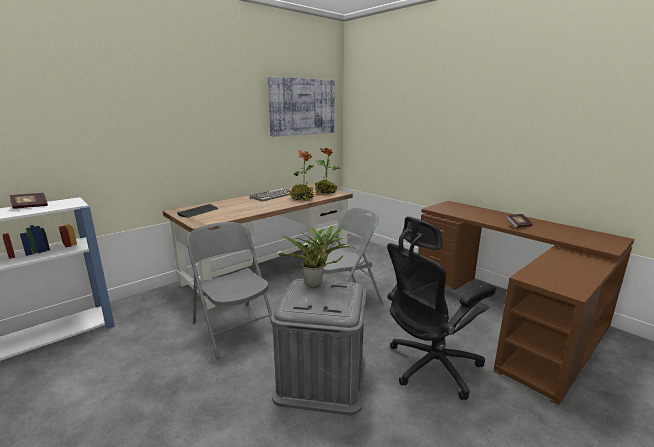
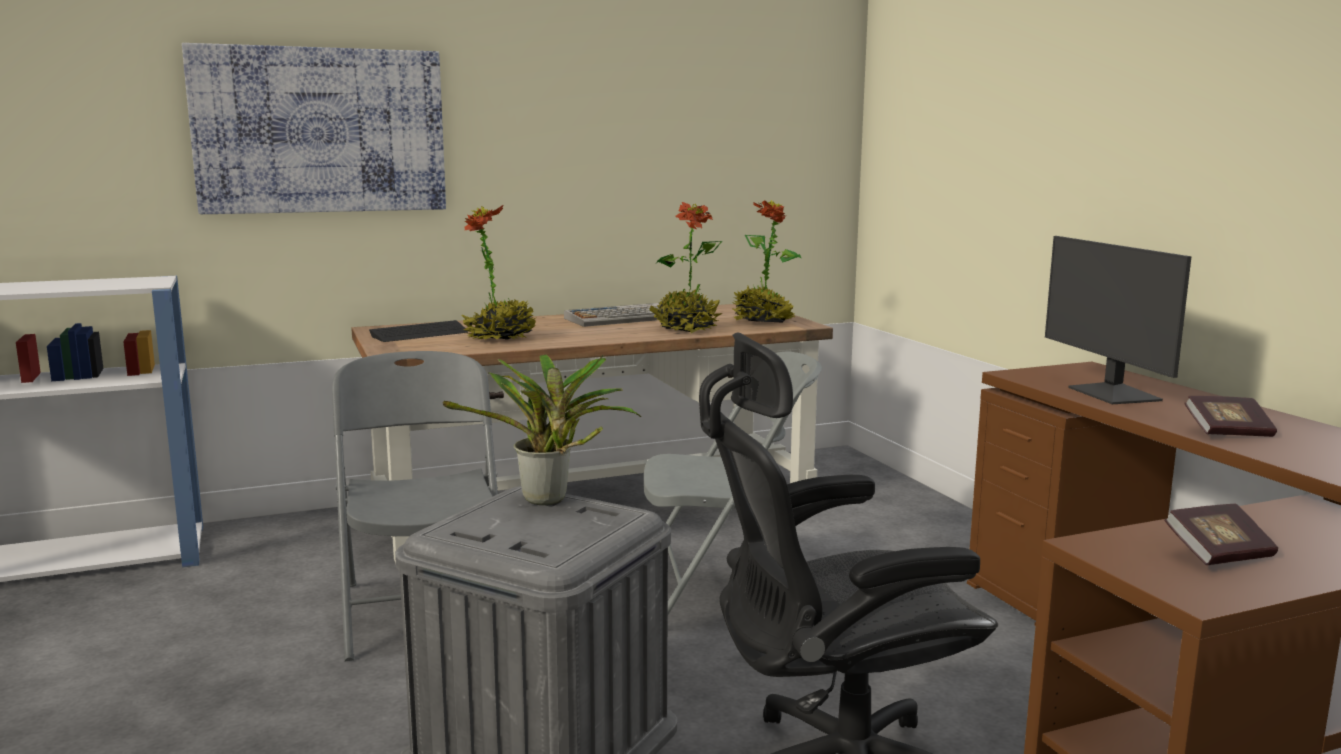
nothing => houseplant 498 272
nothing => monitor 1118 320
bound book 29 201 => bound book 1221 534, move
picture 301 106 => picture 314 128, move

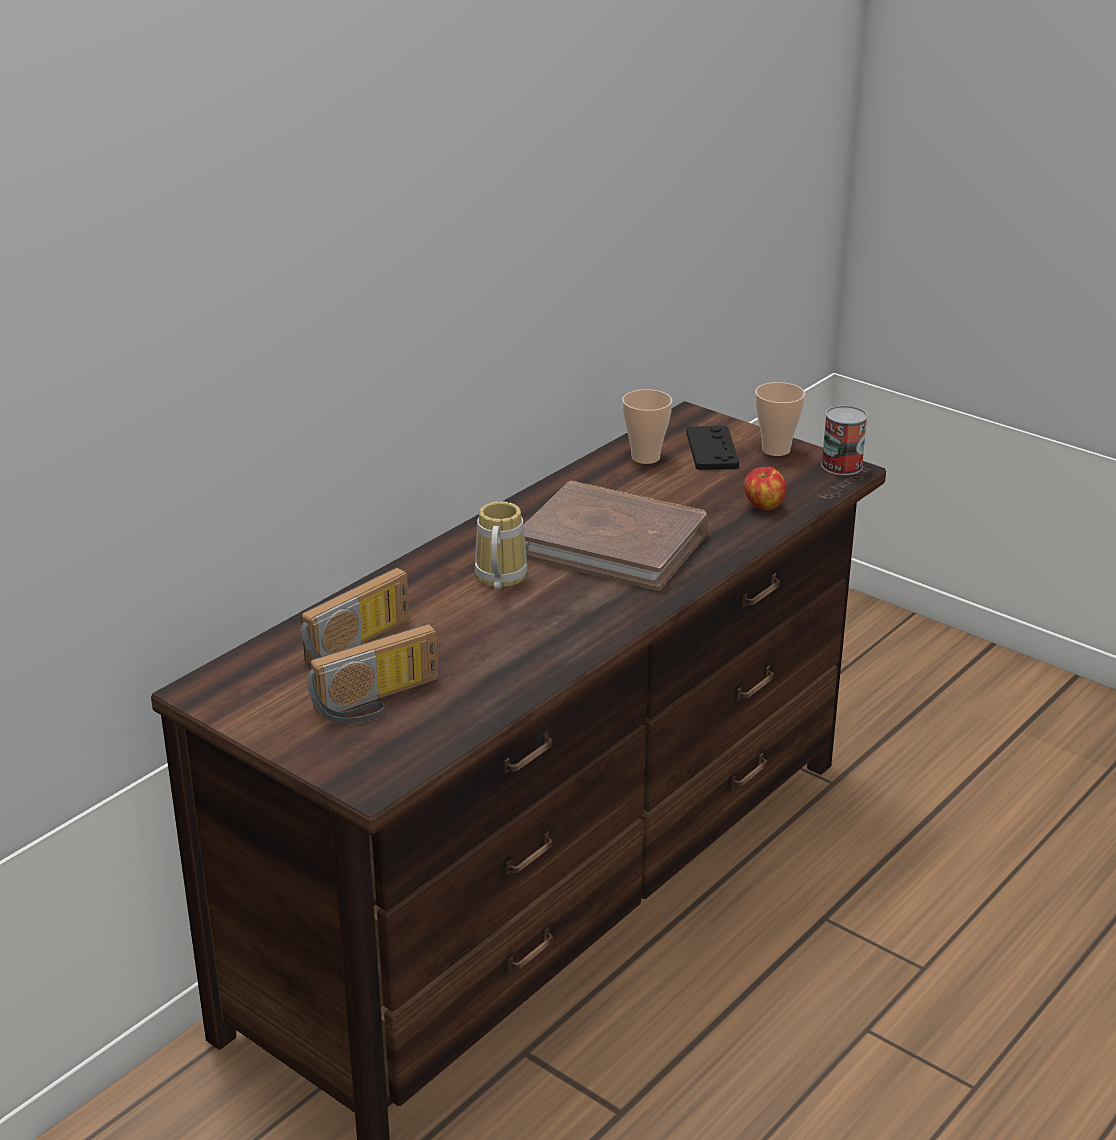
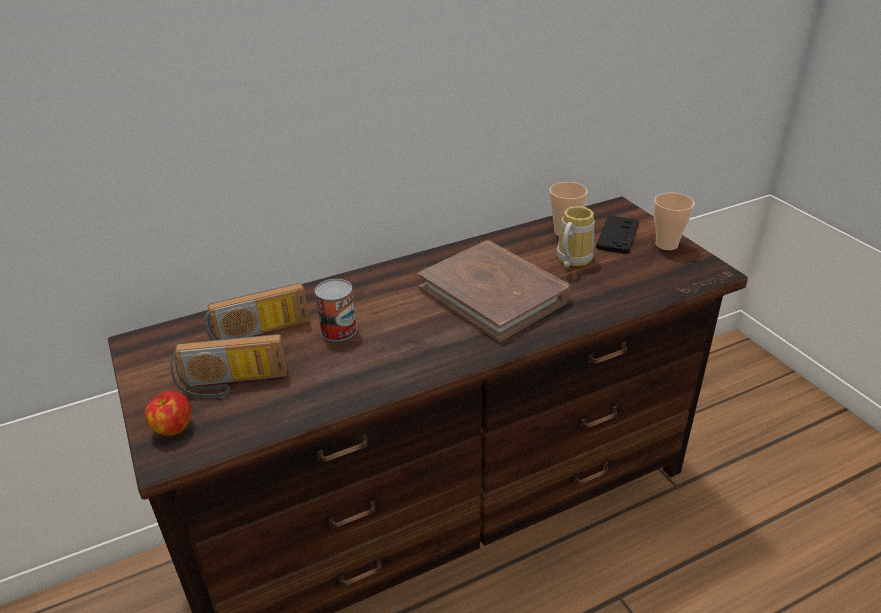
coffee mug 501 545 => coffee mug 576 236, move
apple 765 488 => apple 168 413, move
sealed can 844 440 => sealed can 336 310, move

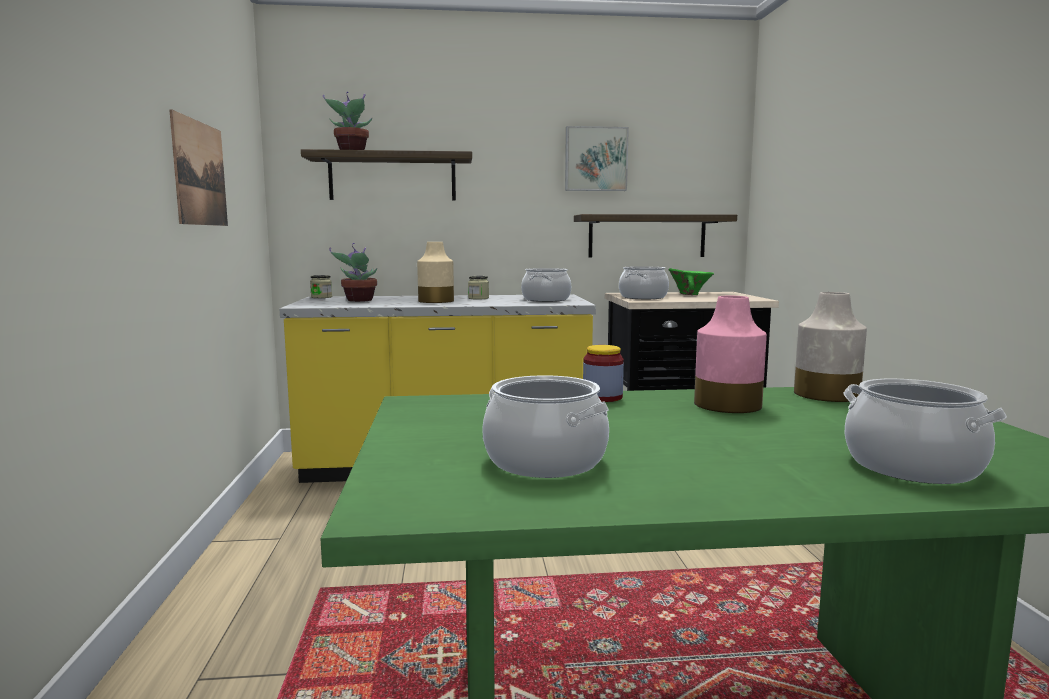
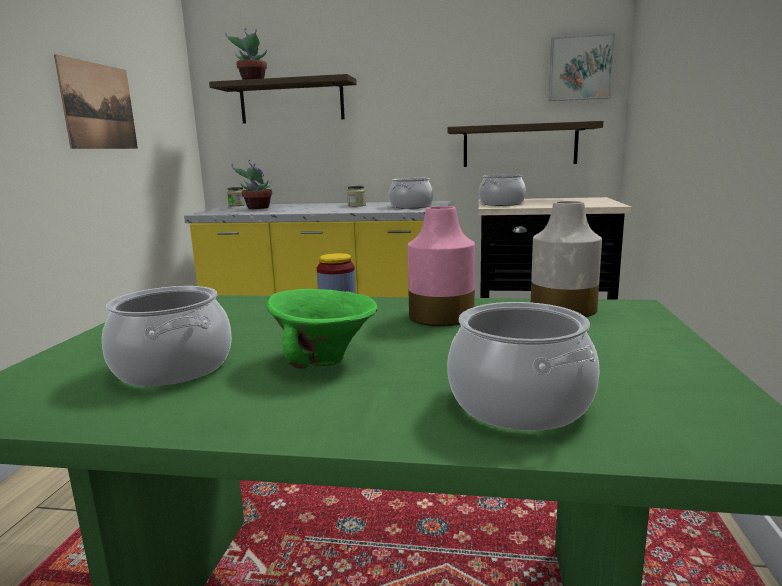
beige-coloured decorative vase 435 272 => nothing
picture 597 158 => picture 582 67, move
greenish serving bowl 691 281 => greenish serving bowl 322 329, move

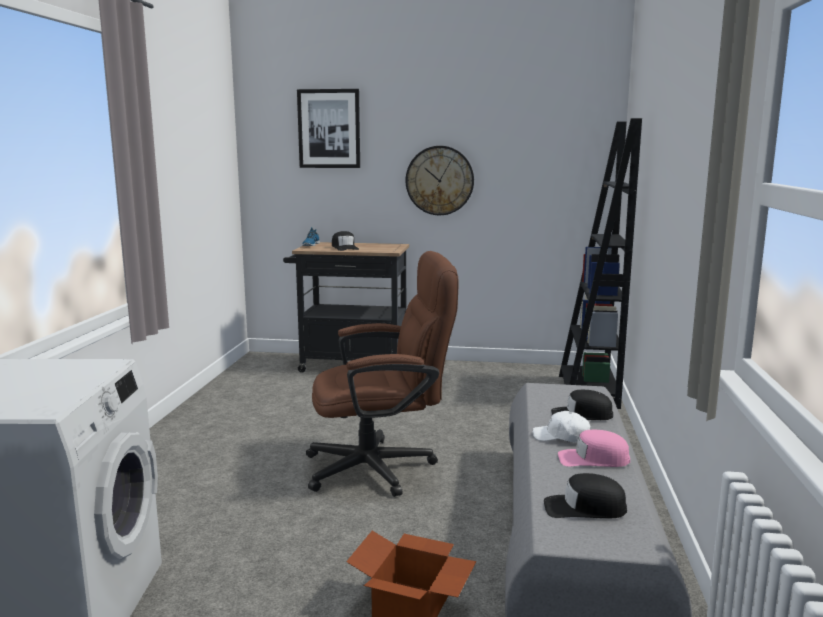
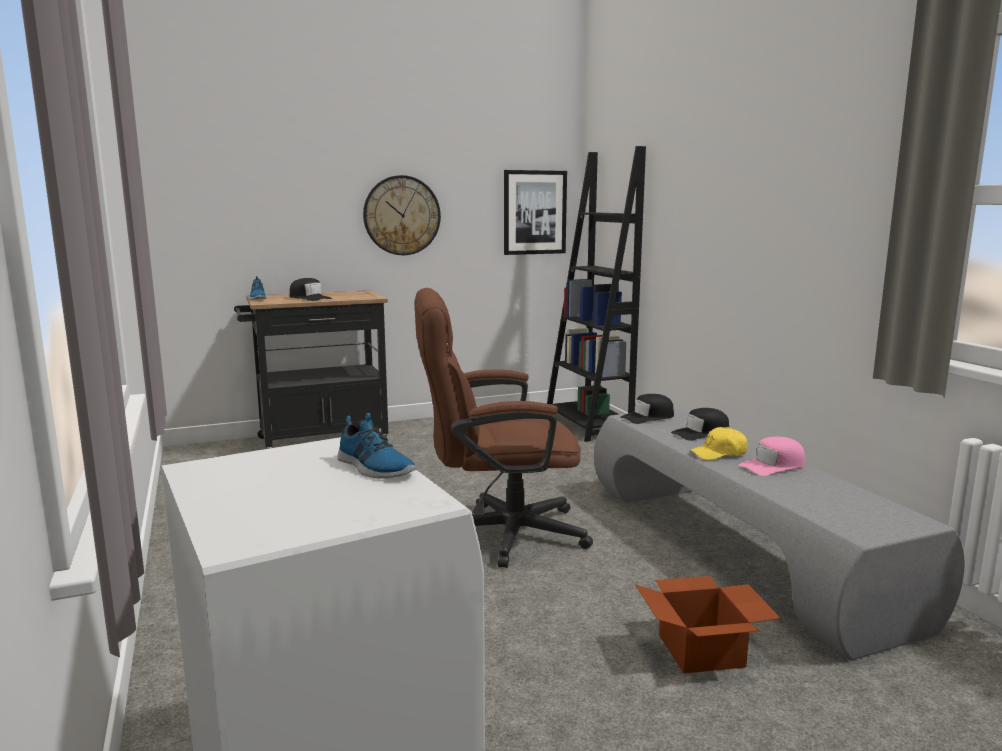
nothing => item of footwear 377 445
picture 328 128 => picture 535 212, move
black-coloured cap 585 495 => black-coloured cap 647 409, move
whitish cap 561 427 => yellowish cap 719 443
brown office chair 382 374 => brown office chair 504 428, 150 degrees counterclockwise

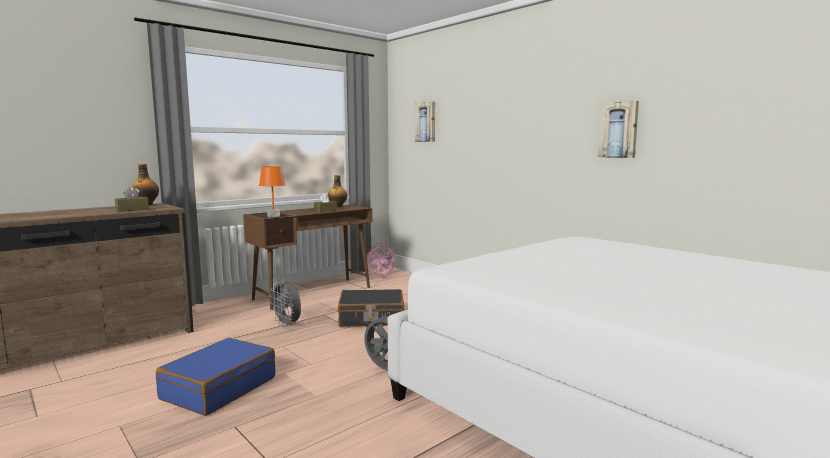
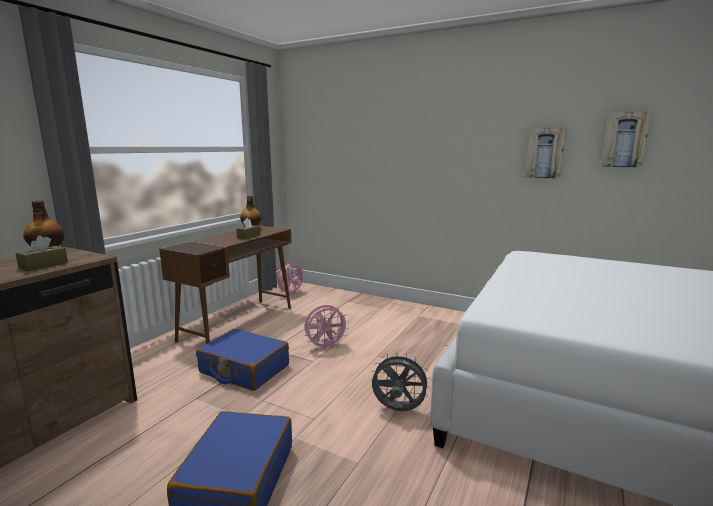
orangey tabletop lamp 272 191 => nothing
picture 425 121 => picture 626 139, move
gray electric fan 285 303 => blue-coloured piece of luggage 242 360
black-coloured piece of luggage 371 308 => pink-coloured electric fan 327 327

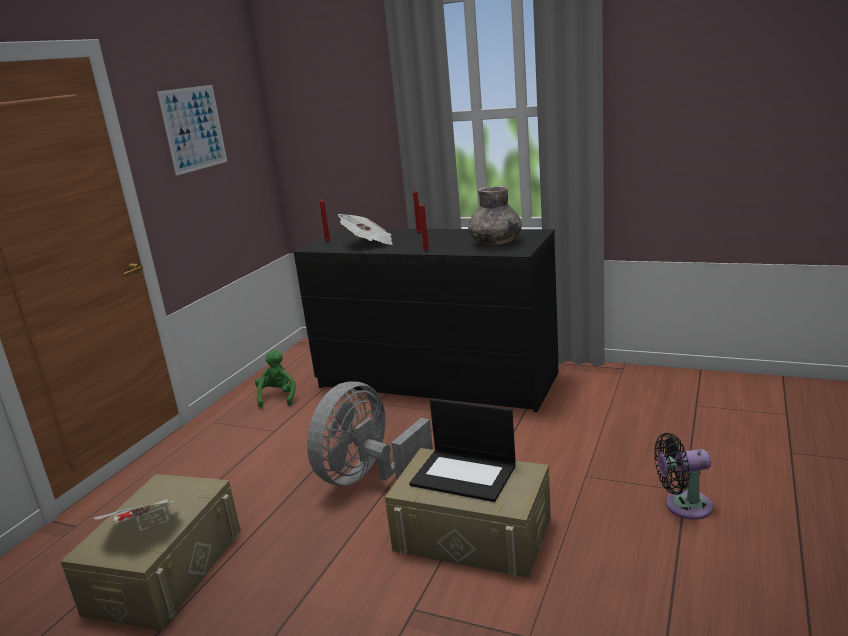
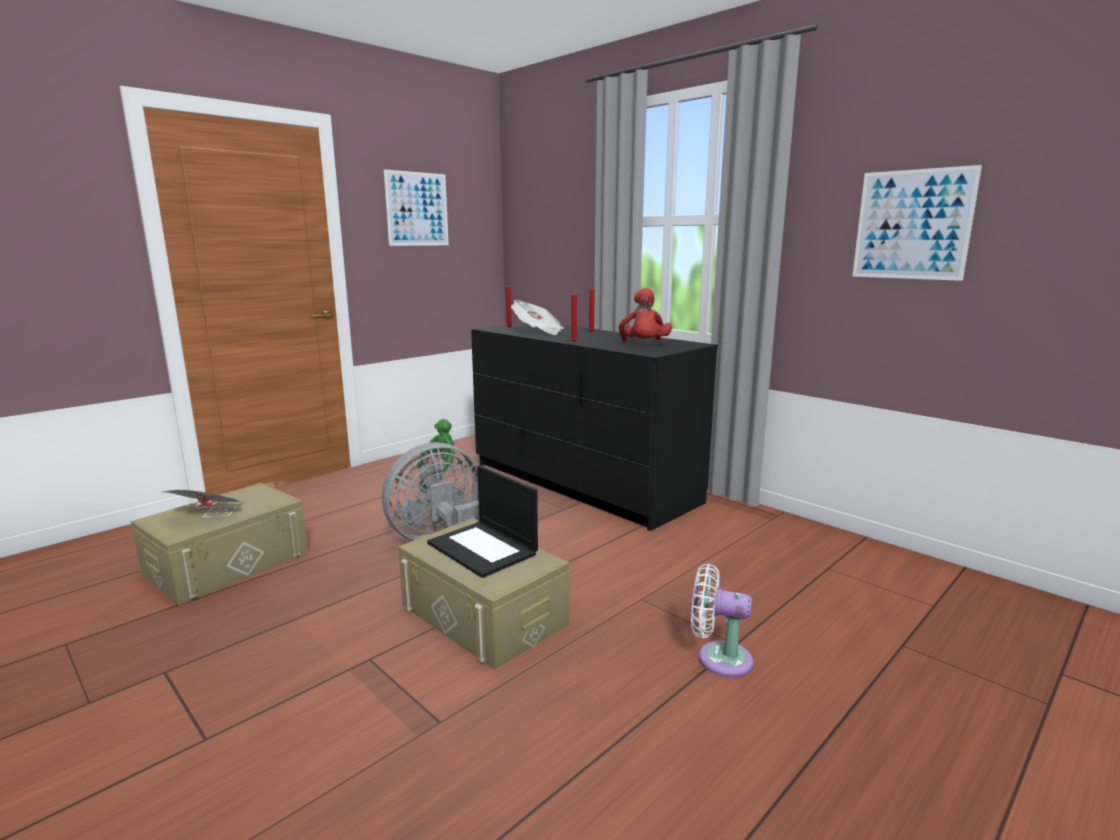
nothing => picture 917 223
gray decorative vase 495 215 => reddish soft toy 645 315
black-coloured electric fan 683 476 => whitish electric fan 722 620

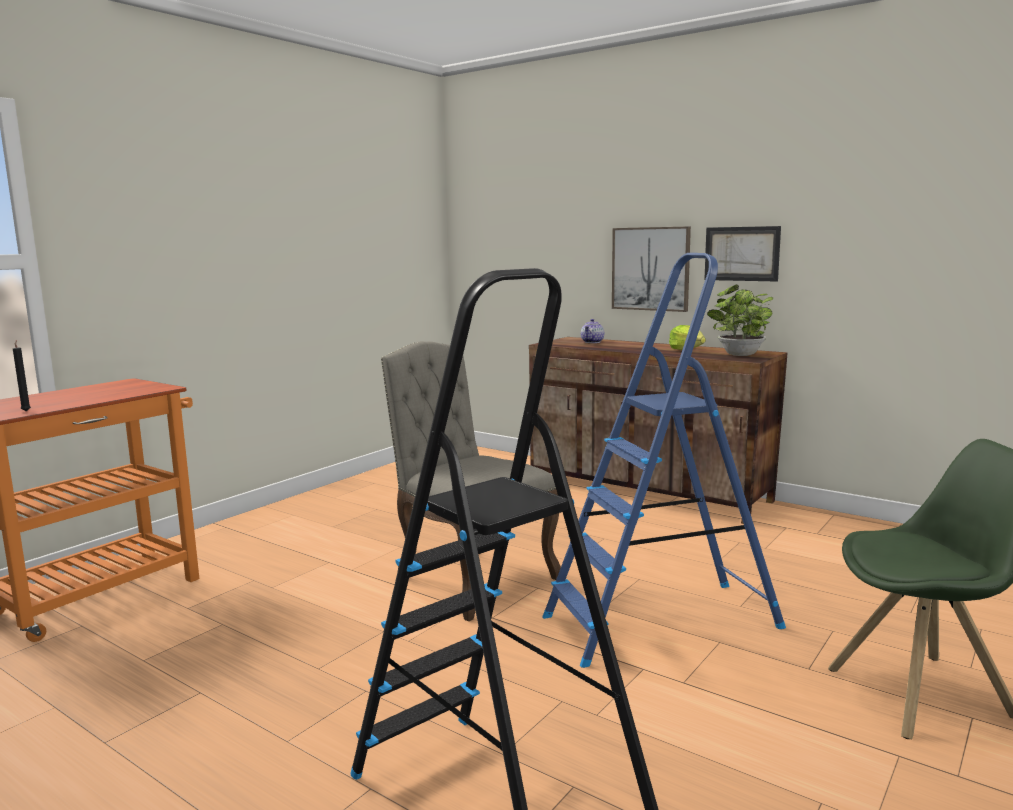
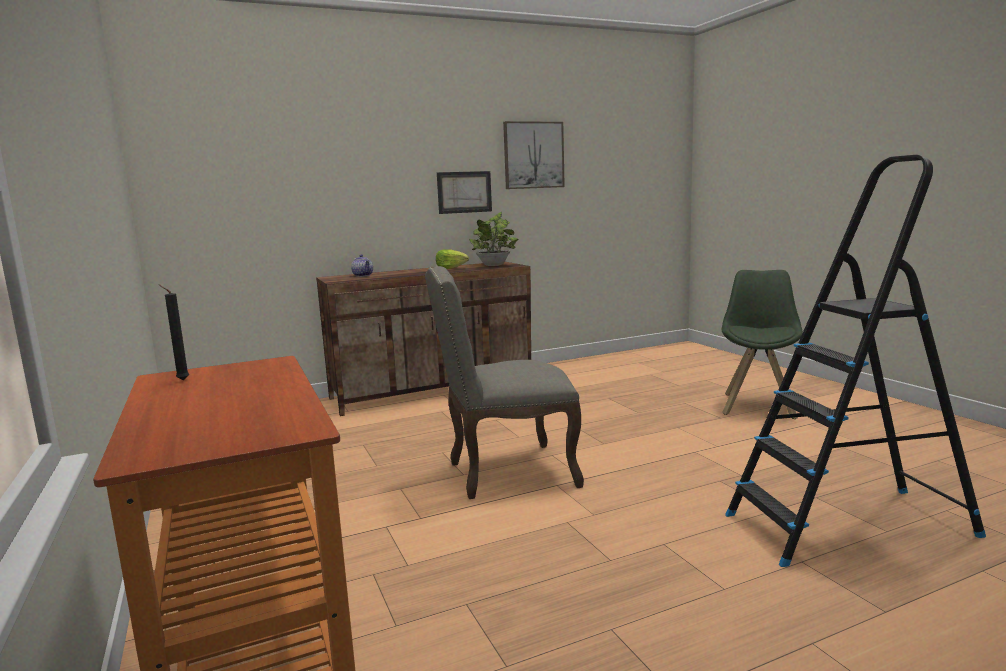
blue-coloured stepladder 664 460 => nothing
black-coloured wax candle 22 376 => black-coloured wax candle 174 333, move
picture 651 269 => picture 534 155, move

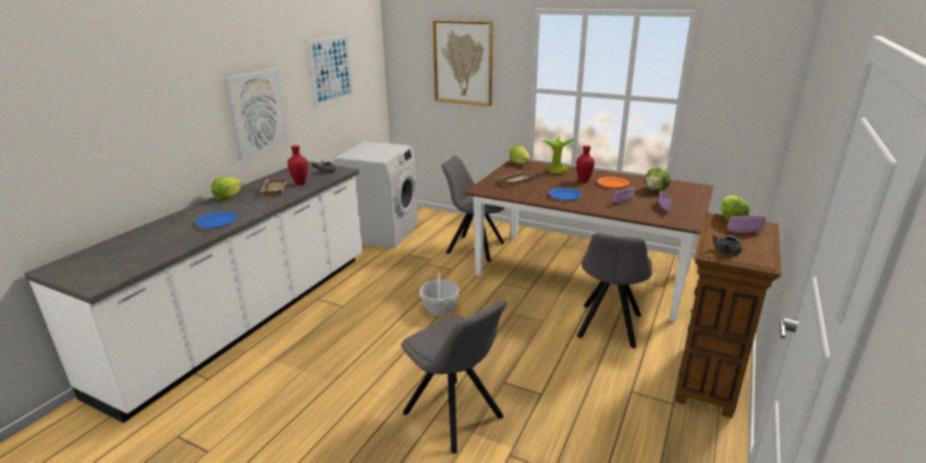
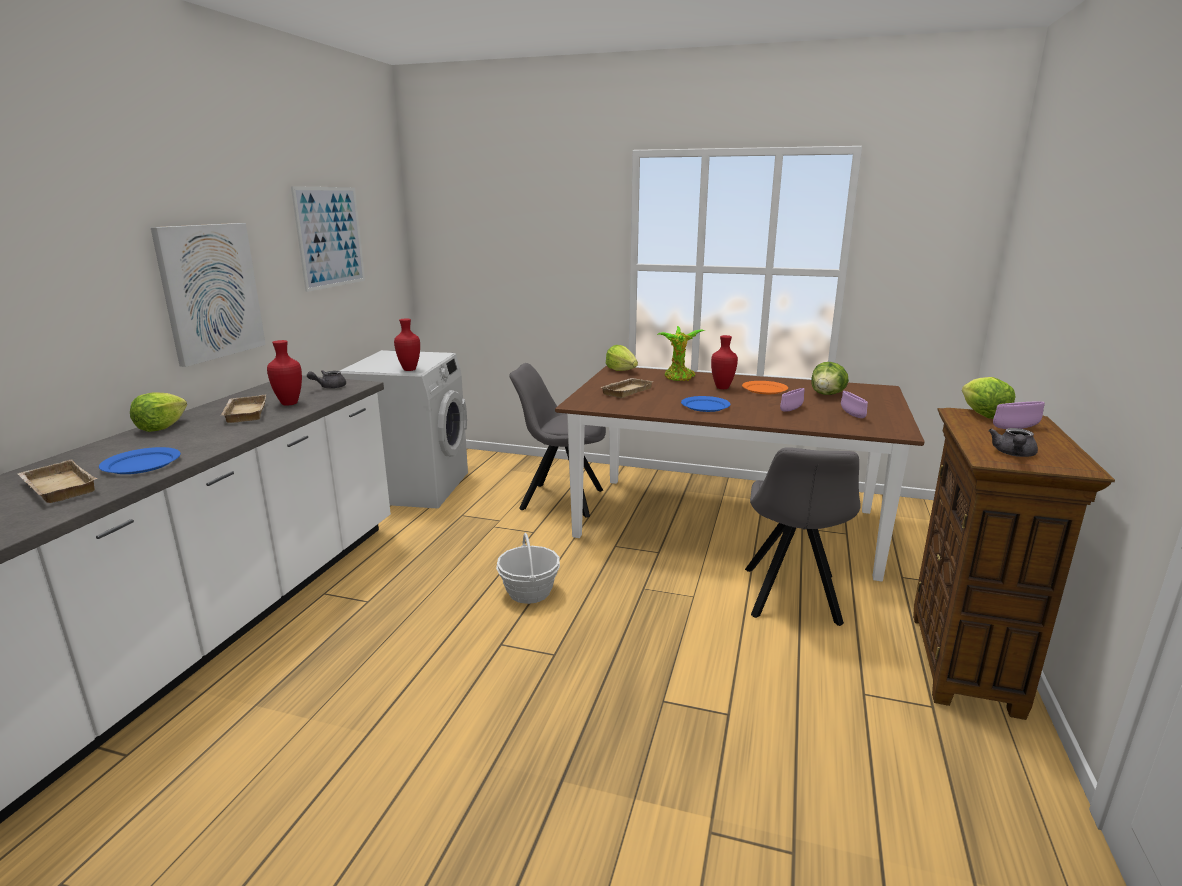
gray plain chair 454 376 => nothing
picture 462 63 => nothing
nothing => beige-coloured tray 57 481
nothing => reddish decorative vase 407 344

